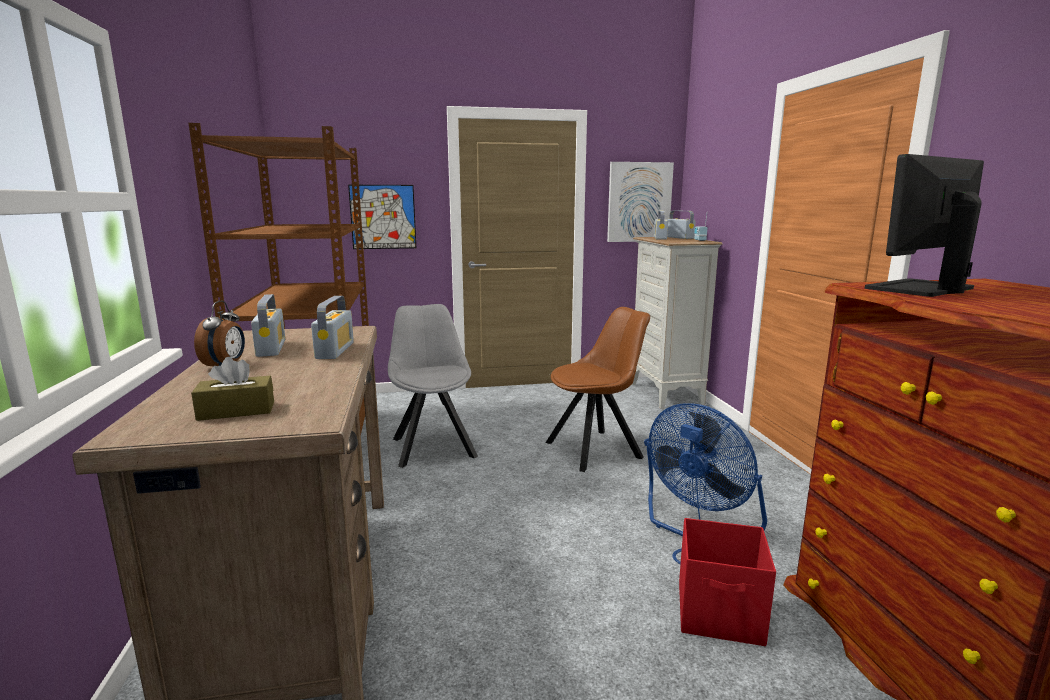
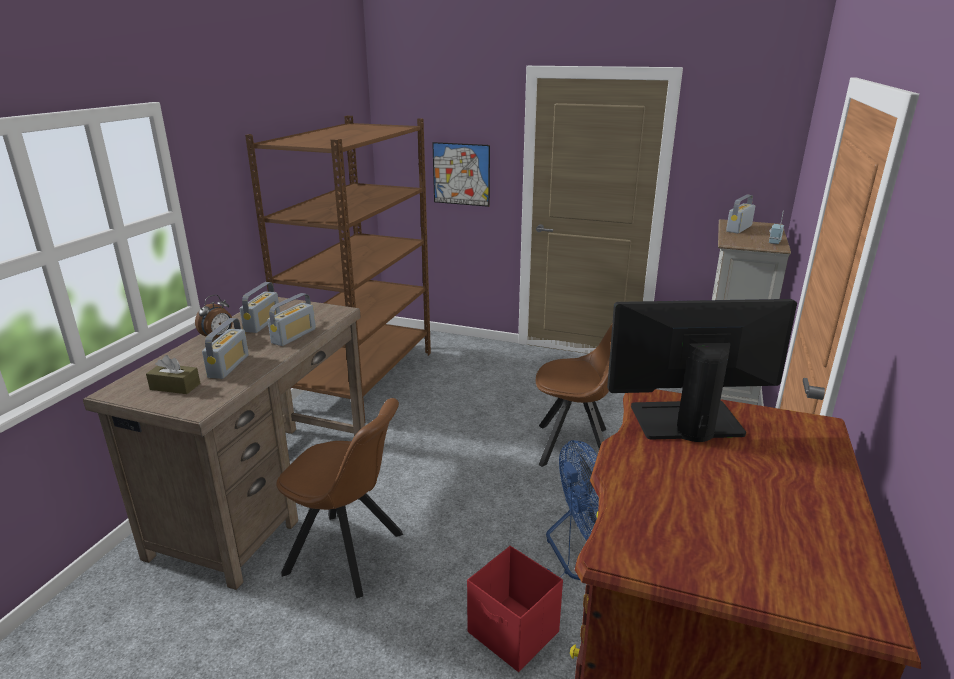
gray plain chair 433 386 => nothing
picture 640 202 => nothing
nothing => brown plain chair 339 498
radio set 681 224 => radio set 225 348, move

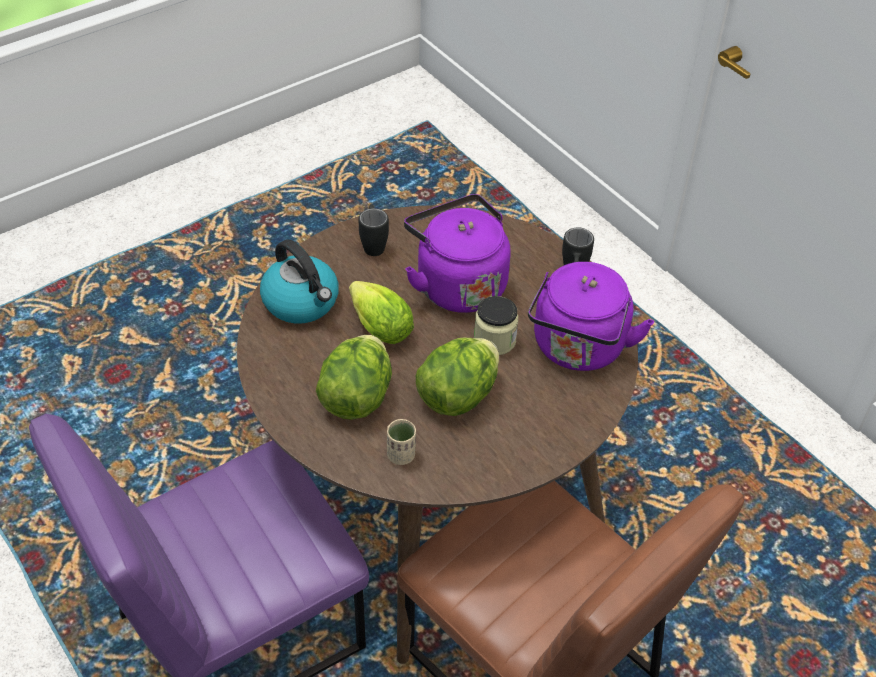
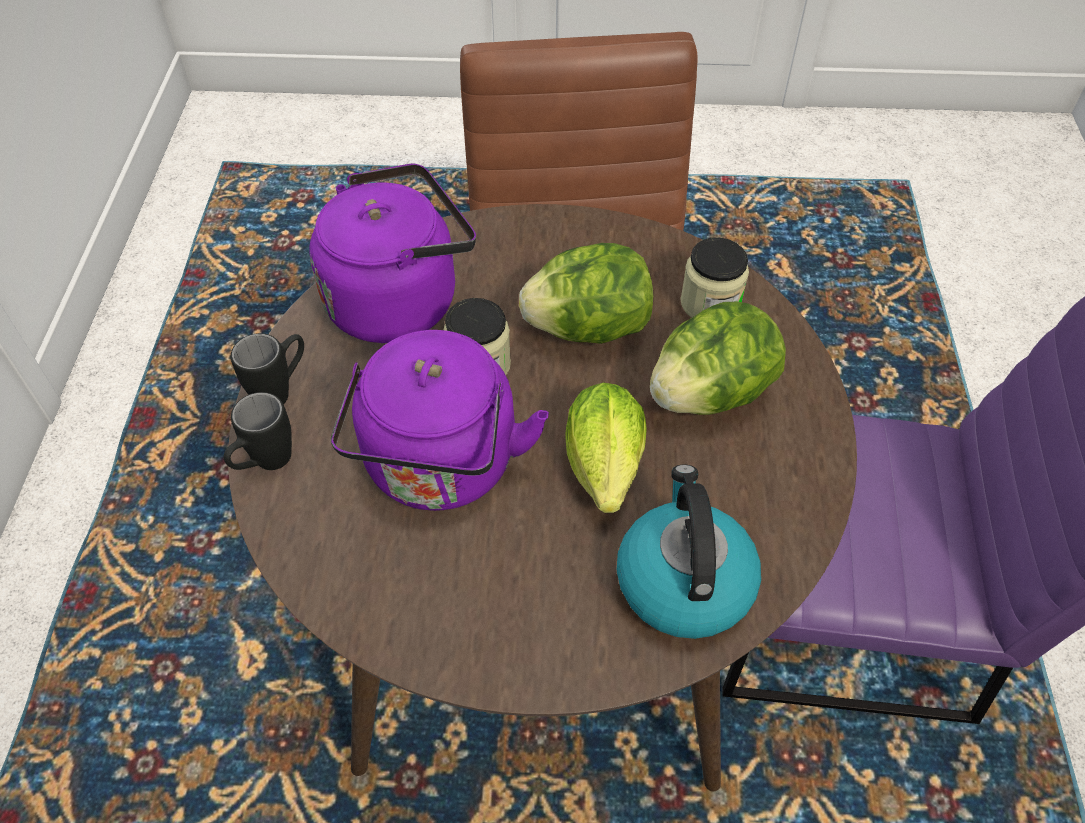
black-coloured coffee mug 374 230 => black-coloured coffee mug 258 431, move
beige-coloured small cup 401 442 => preserve jar 714 277

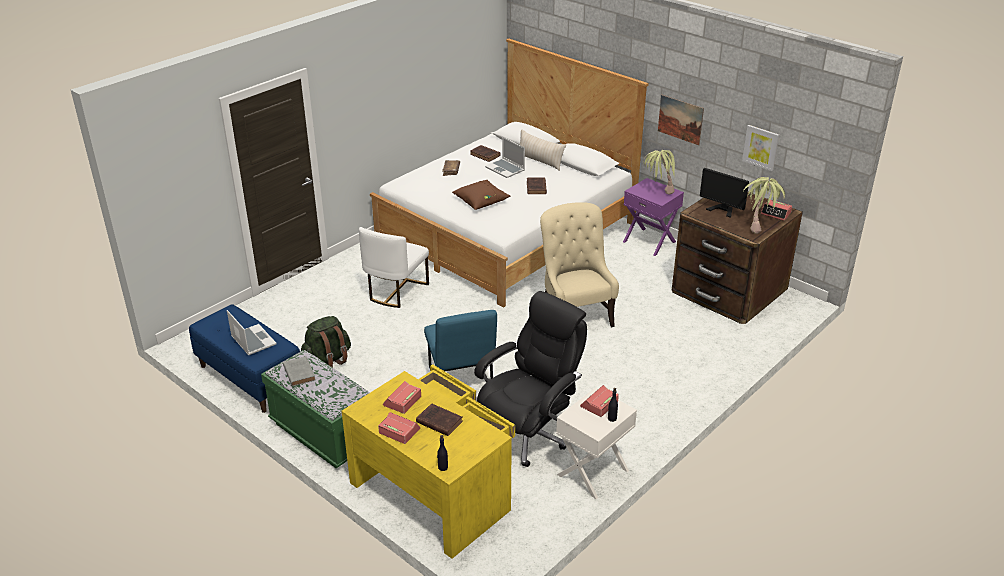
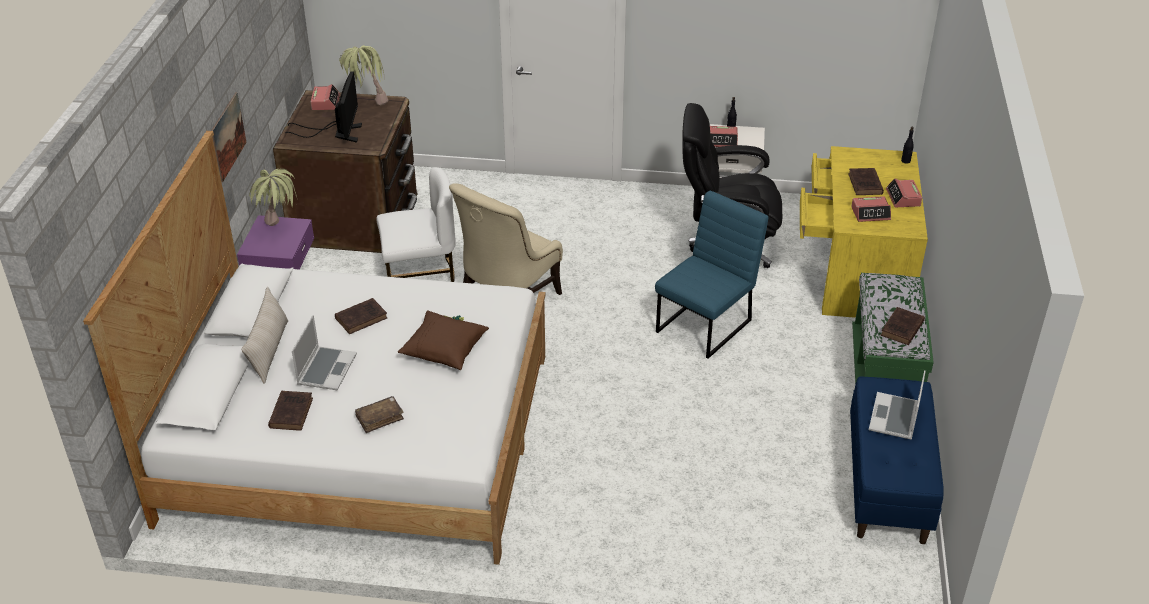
greenish rucksack 326 342 => nothing
picture 760 148 => nothing
whitish plain chair 394 267 => whitish plain chair 416 224, move
gray bound book 299 371 => brown bound book 903 326

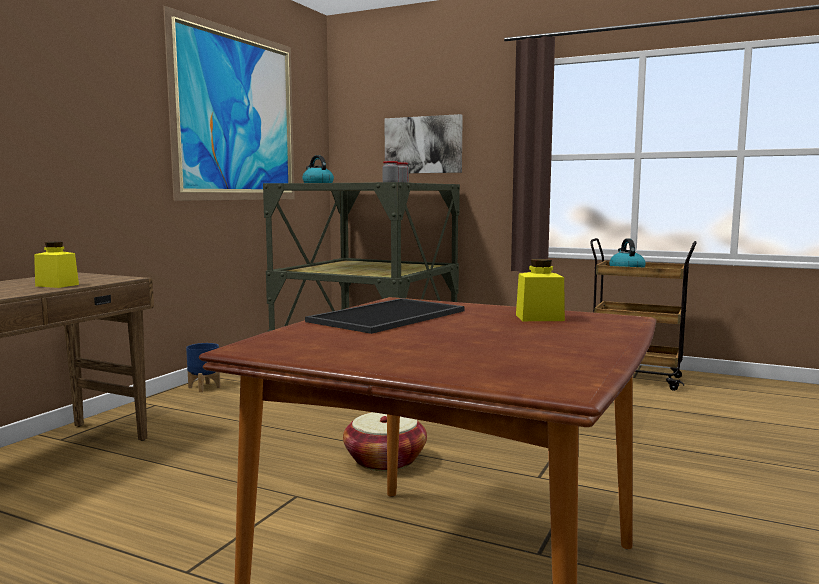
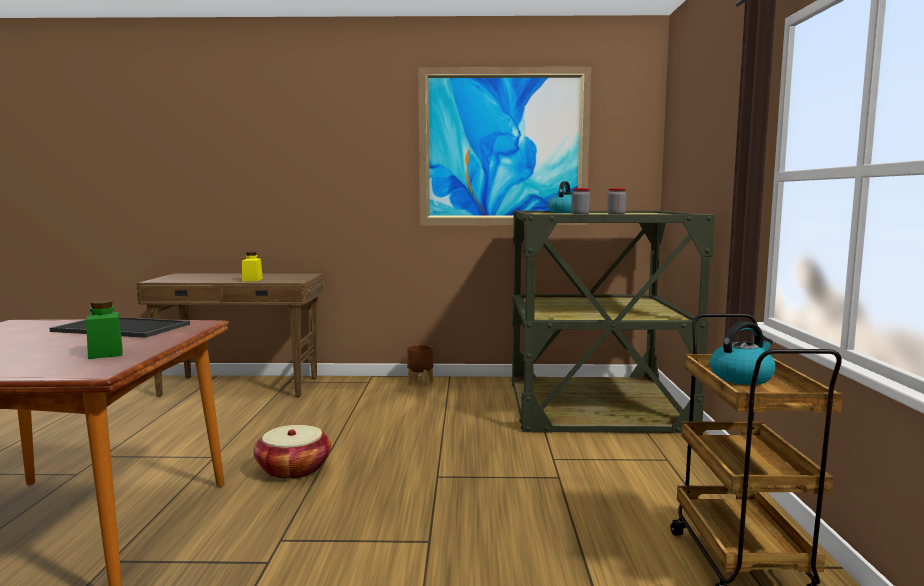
picture 424 143 => nothing
blue-coloured planter 203 367 => brown planter 420 365
yellowish preserve jar 540 290 => greenish preserve jar 104 330

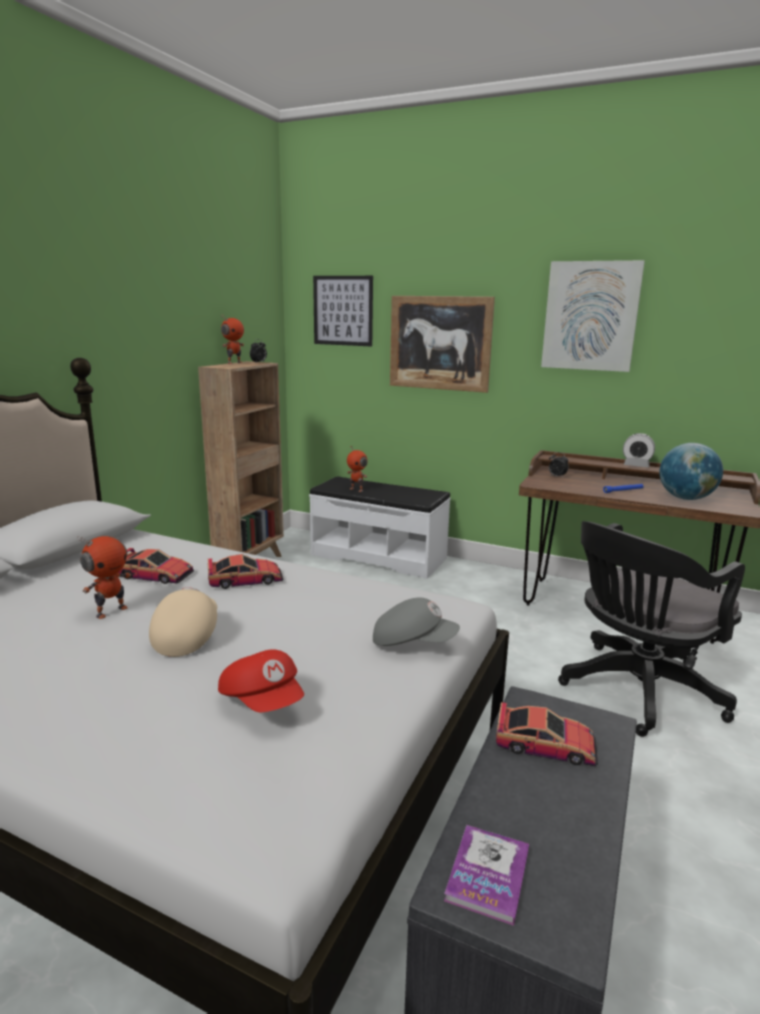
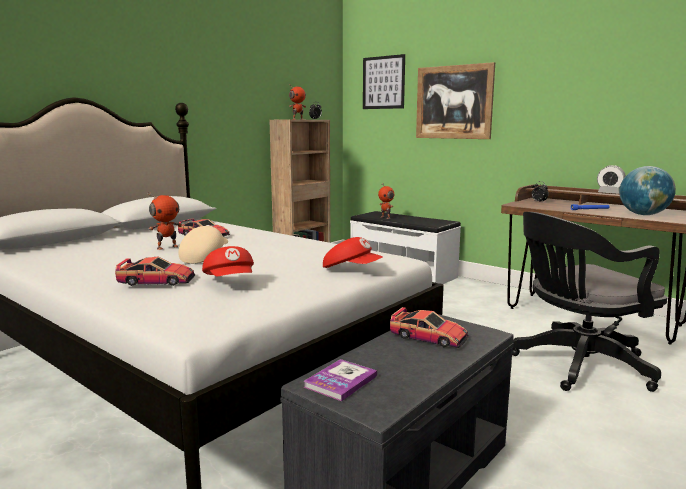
picture 593 316 => nothing
toy car 245 571 => toy car 155 271, move
gray cap 416 622 => reddish cap 353 252

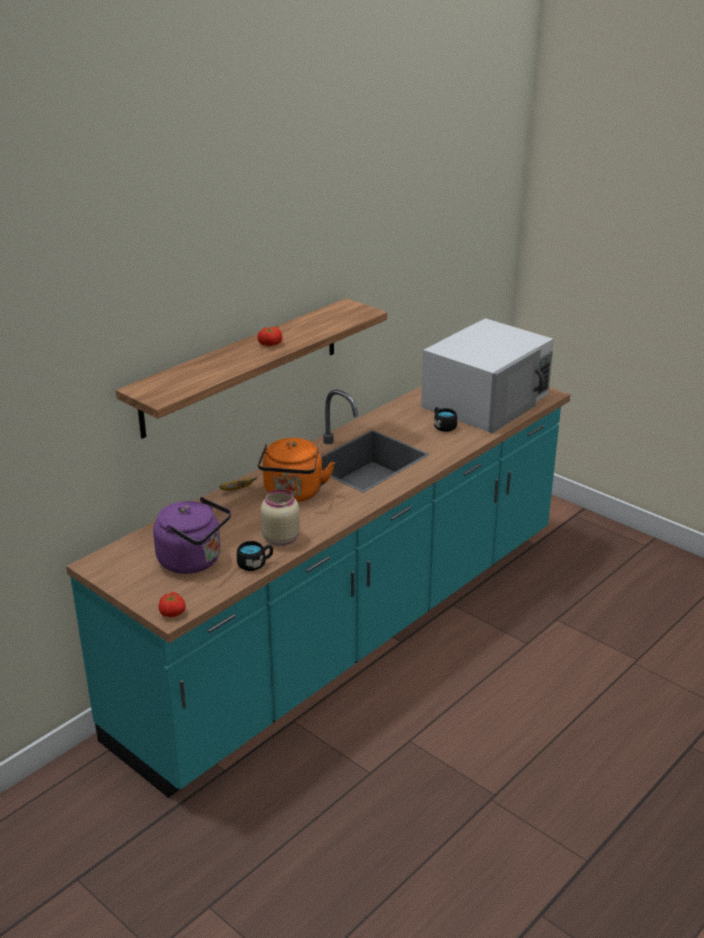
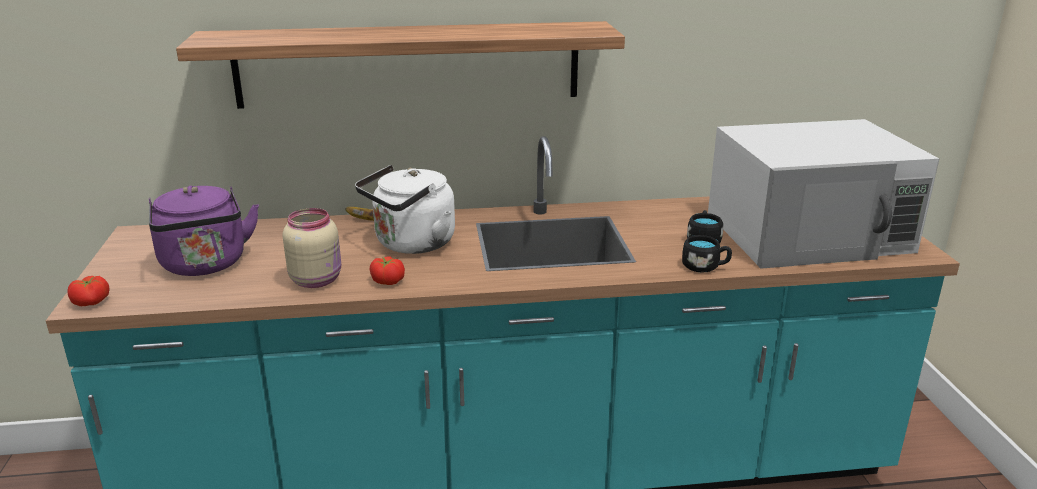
black-coloured coffee mug 255 556 => black-coloured coffee mug 707 254, move
tomato 270 336 => tomato 387 270, move
orangey water kettle 296 470 => whitish water kettle 405 209

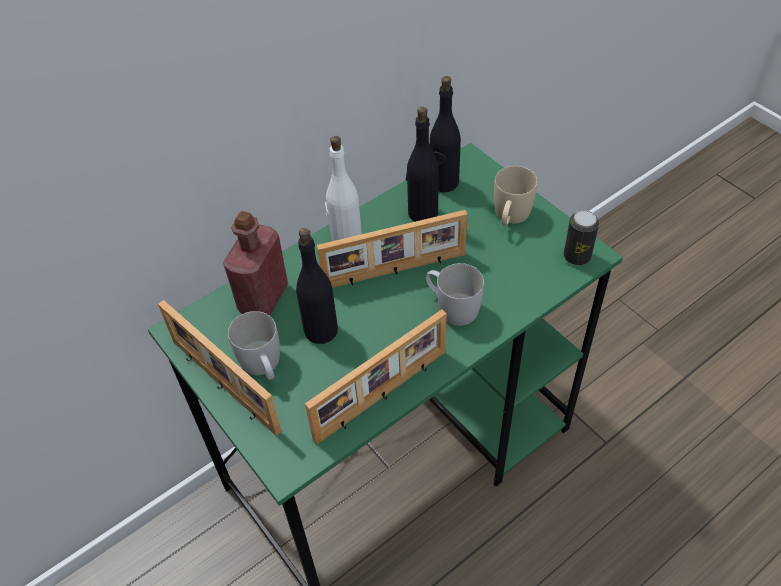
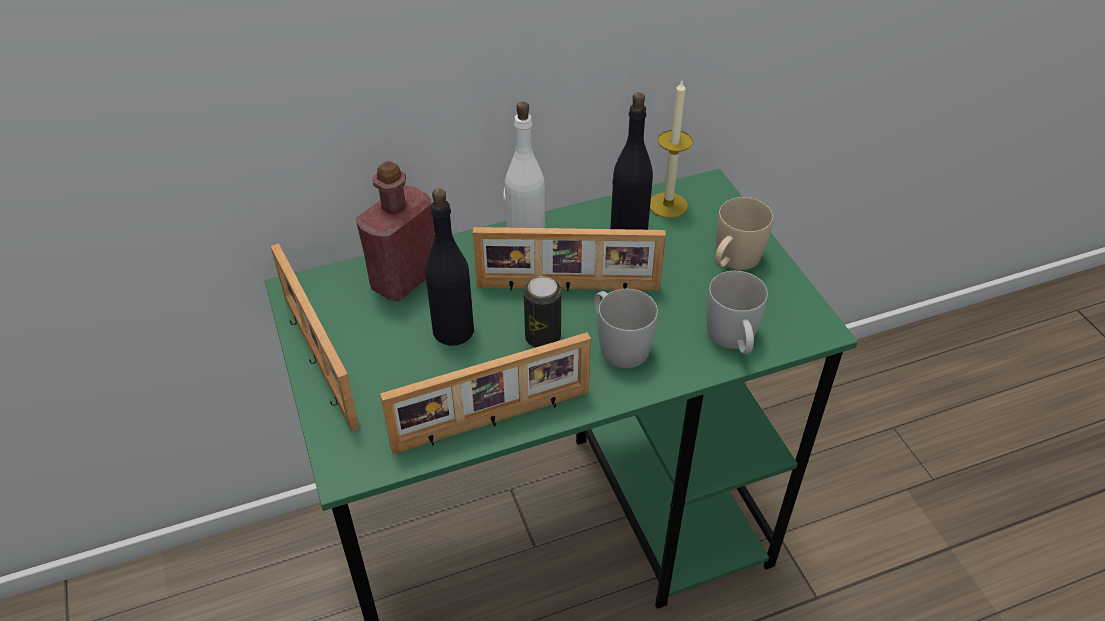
whitish coffee mug 254 345 => whitish coffee mug 737 312, move
sealed can 581 237 => sealed can 542 311, move
black-coloured drink bottle 445 134 => wax candle 671 149

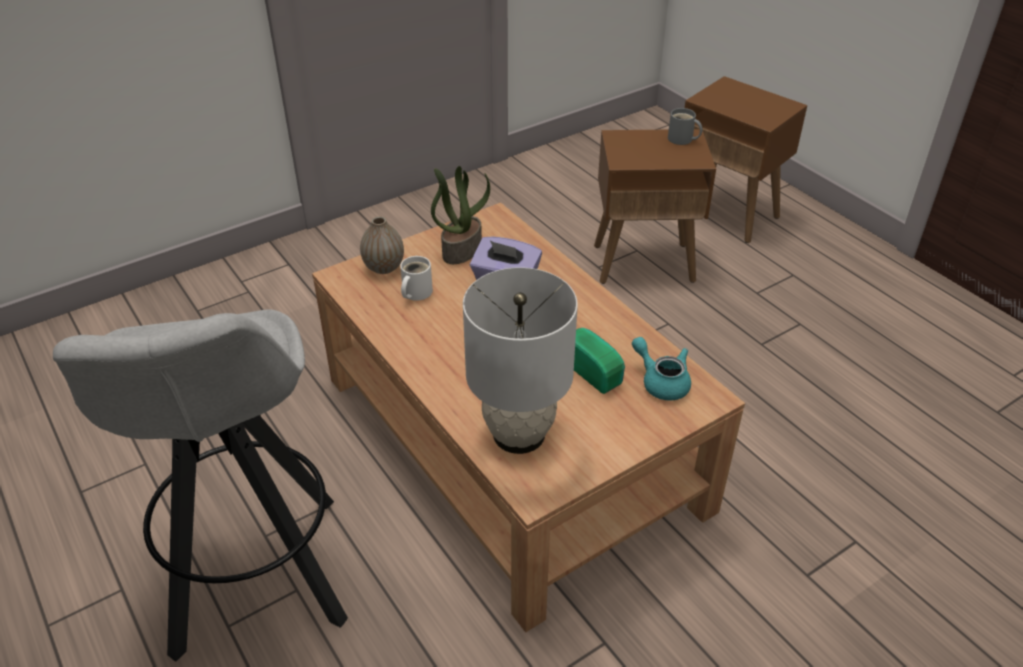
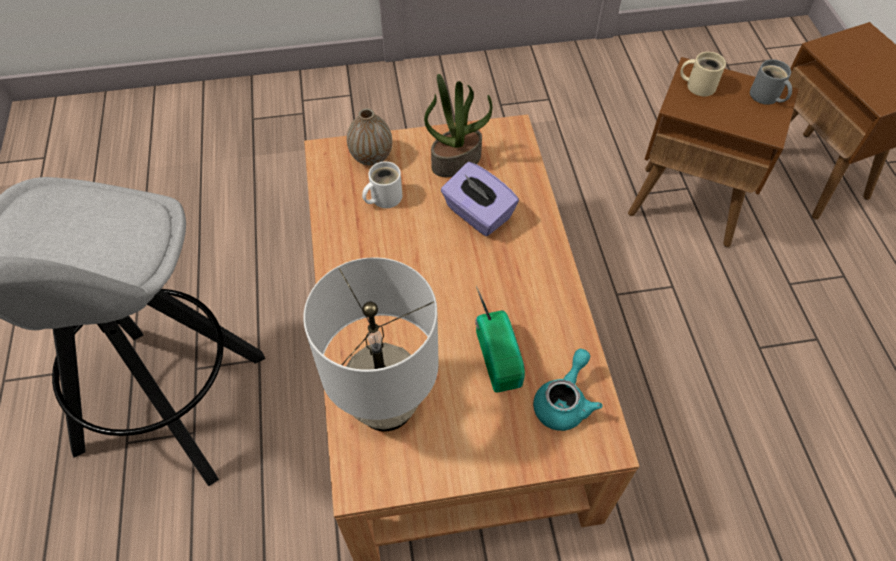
nothing => beige-coloured coffee mug 703 74
turquoise pot for tea 661 369 => turquoise pot for tea 567 390, 45 degrees clockwise

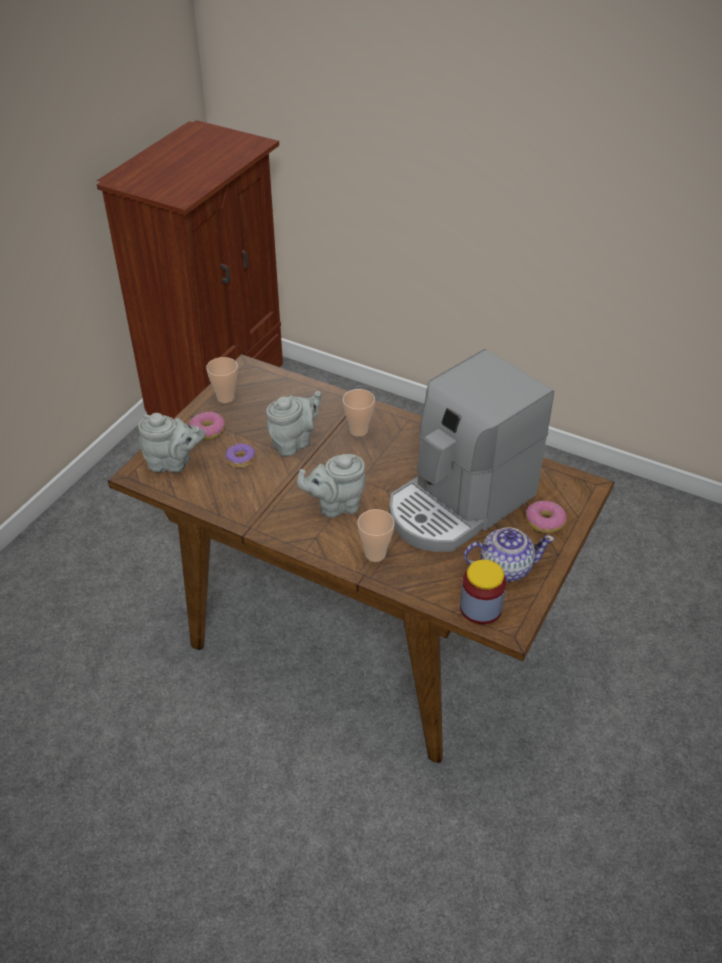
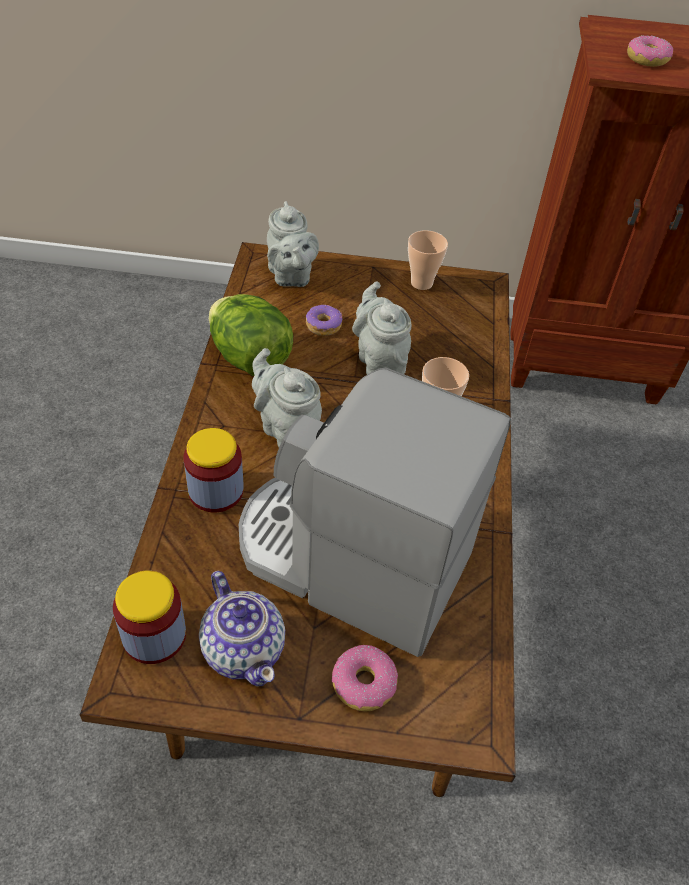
nothing => lettuce head 251 335
donut 207 425 => donut 650 51, move
small cup 376 535 => preserve jar 213 470
gray pot for tea 293 423 => gray pot for tea 382 327, 135 degrees counterclockwise

